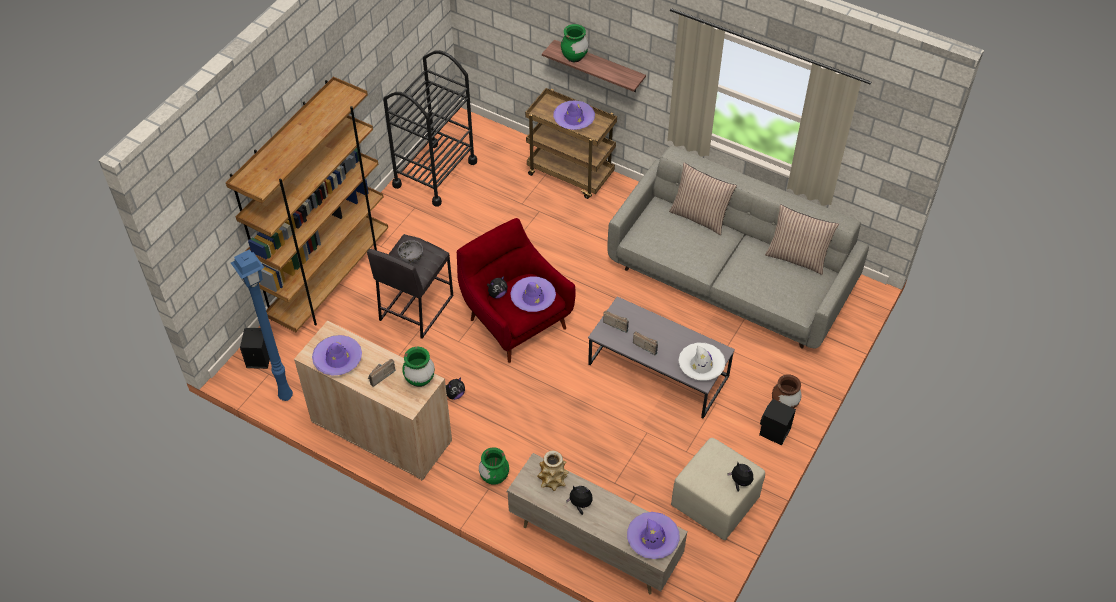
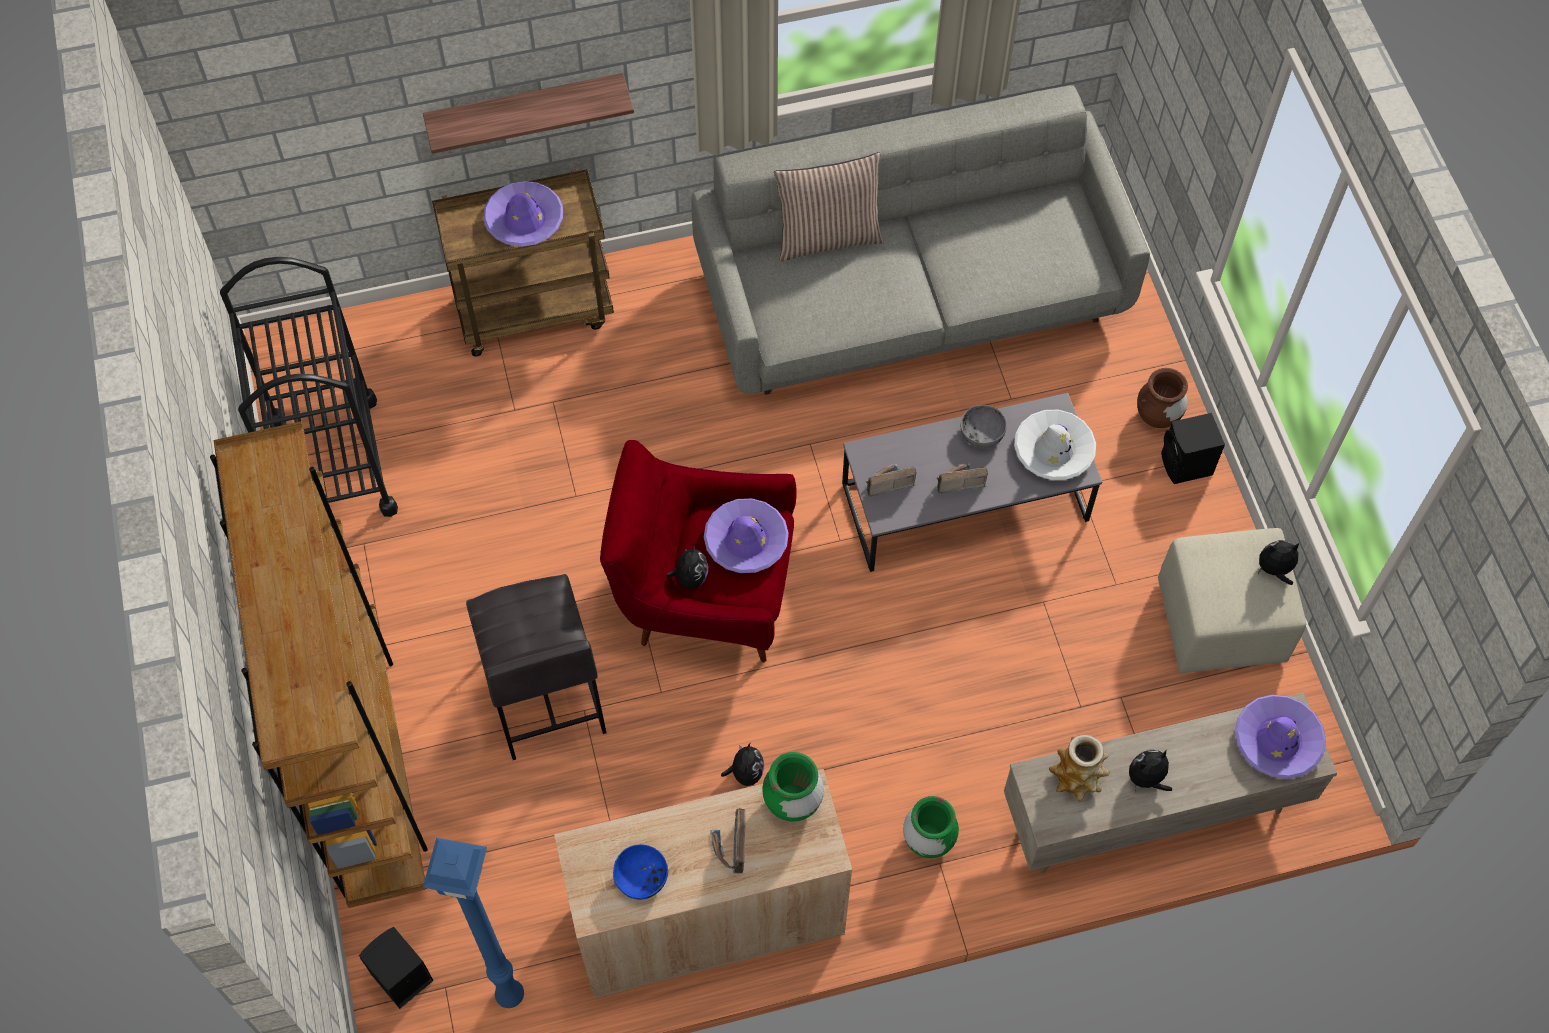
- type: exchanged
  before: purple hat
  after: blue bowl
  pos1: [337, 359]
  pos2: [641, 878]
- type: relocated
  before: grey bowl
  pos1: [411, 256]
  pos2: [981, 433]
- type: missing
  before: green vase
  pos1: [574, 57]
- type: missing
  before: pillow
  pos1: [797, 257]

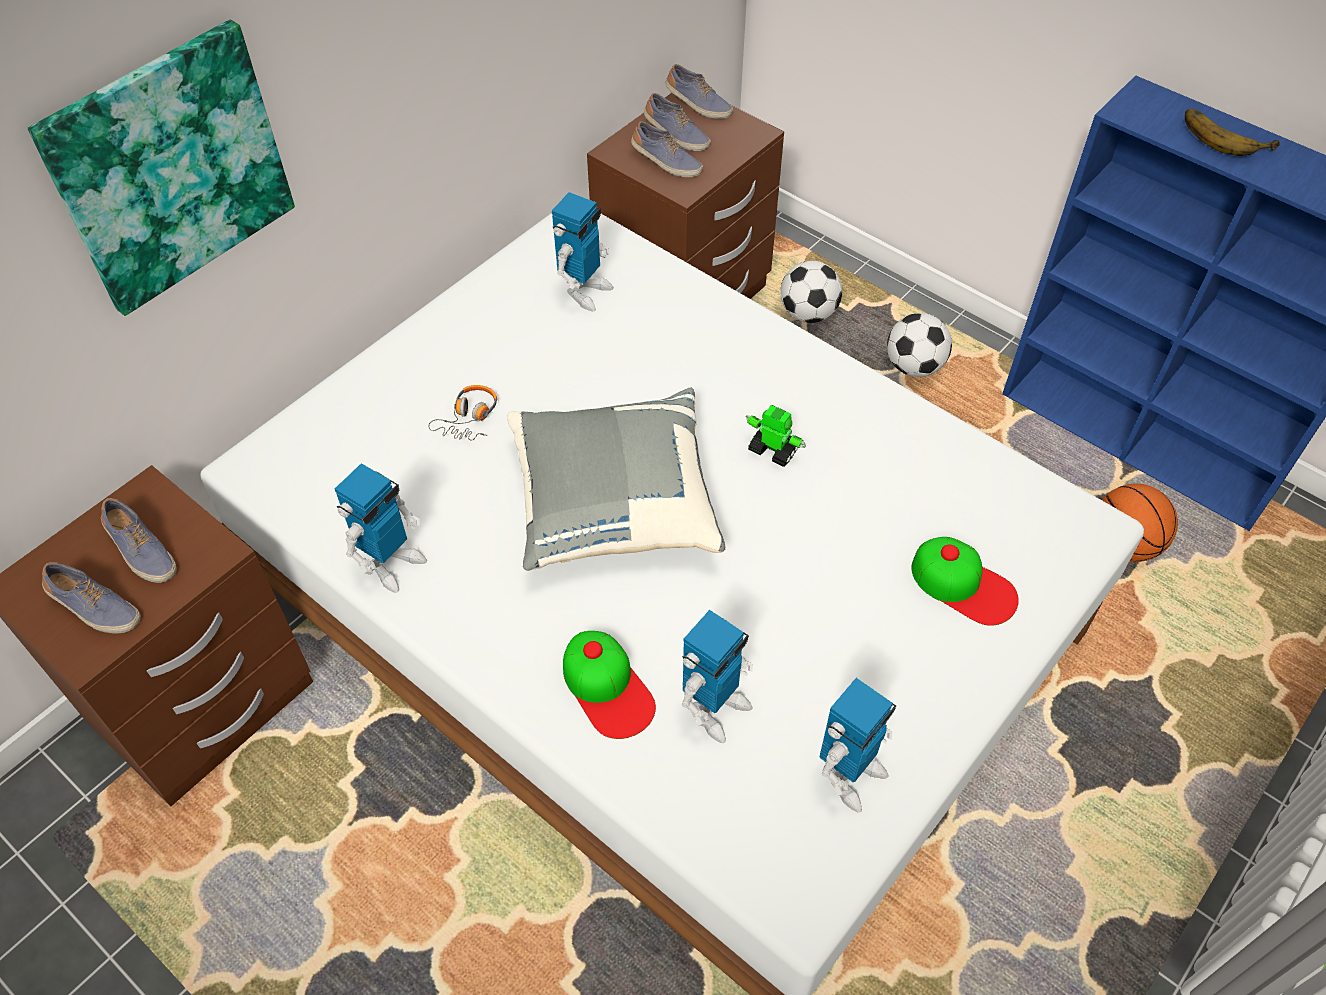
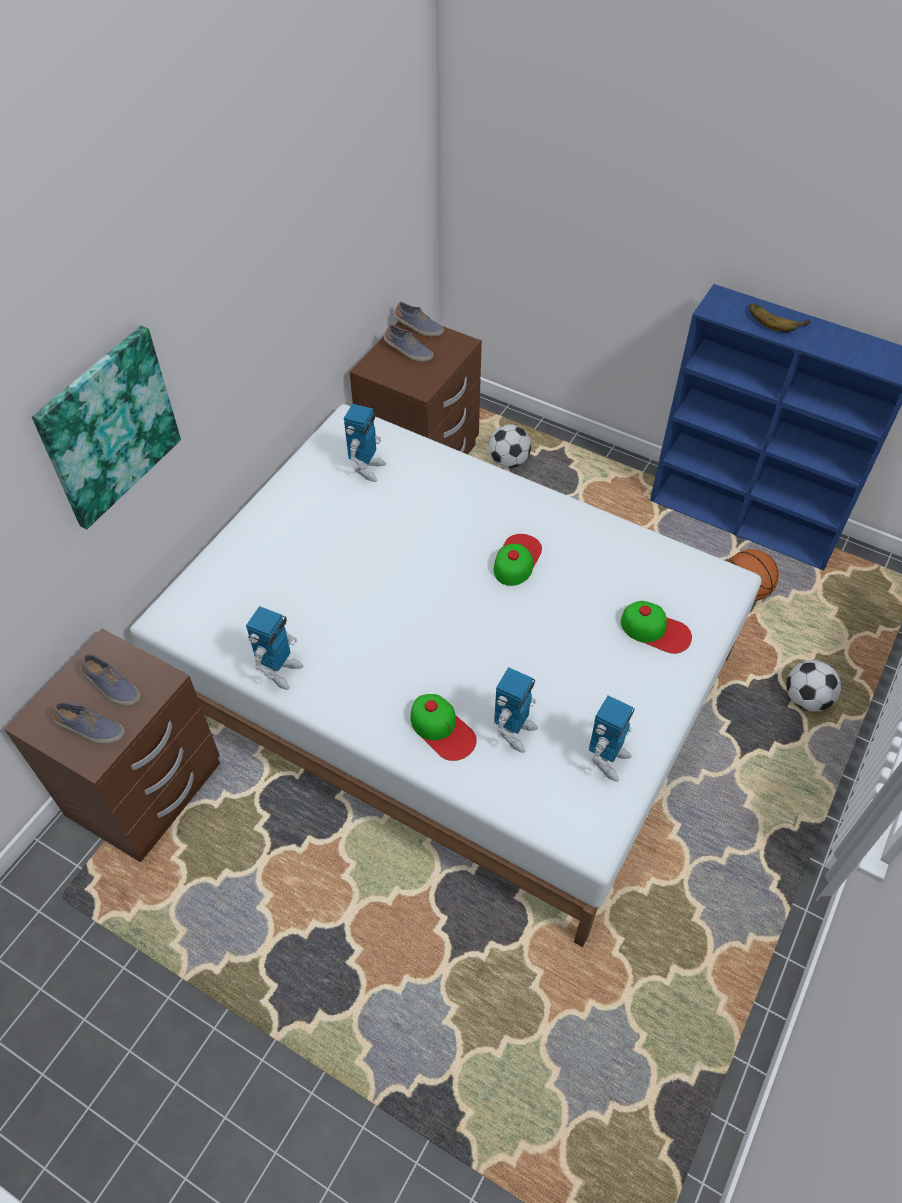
- type: exchanged
  before: toy robot
  after: cap
  pos1: [773, 449]
  pos2: [516, 559]
- type: relocated
  before: football
  pos1: [914, 366]
  pos2: [806, 699]
- type: missing
  before: headphones
  pos1: [469, 418]
- type: missing
  before: grey pillow
  pos1: [613, 502]
- type: missing
  before: shoe
  pos1: [666, 162]

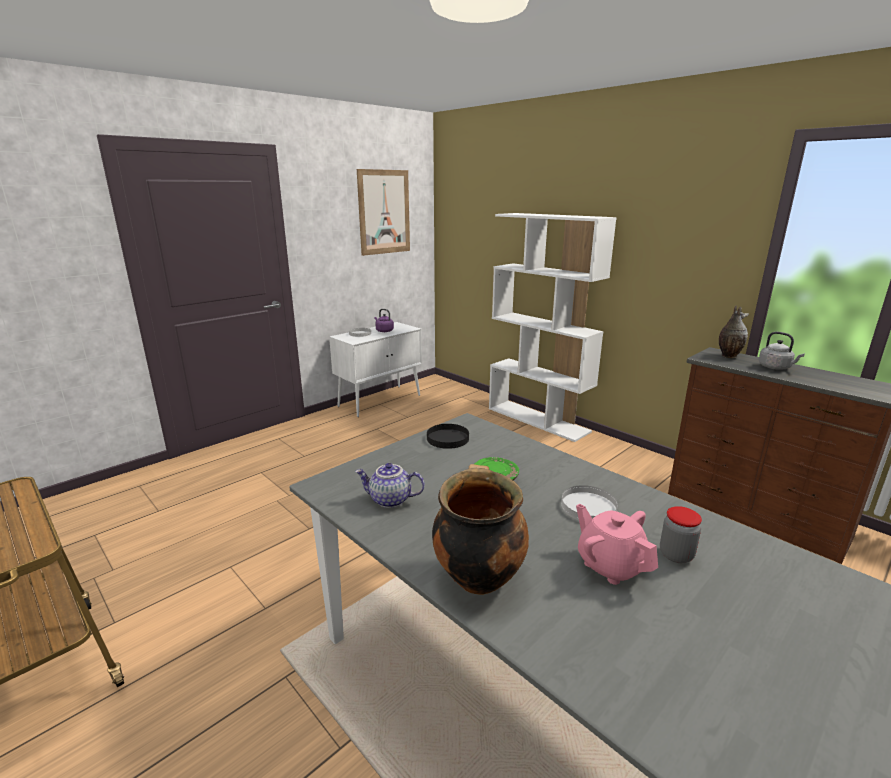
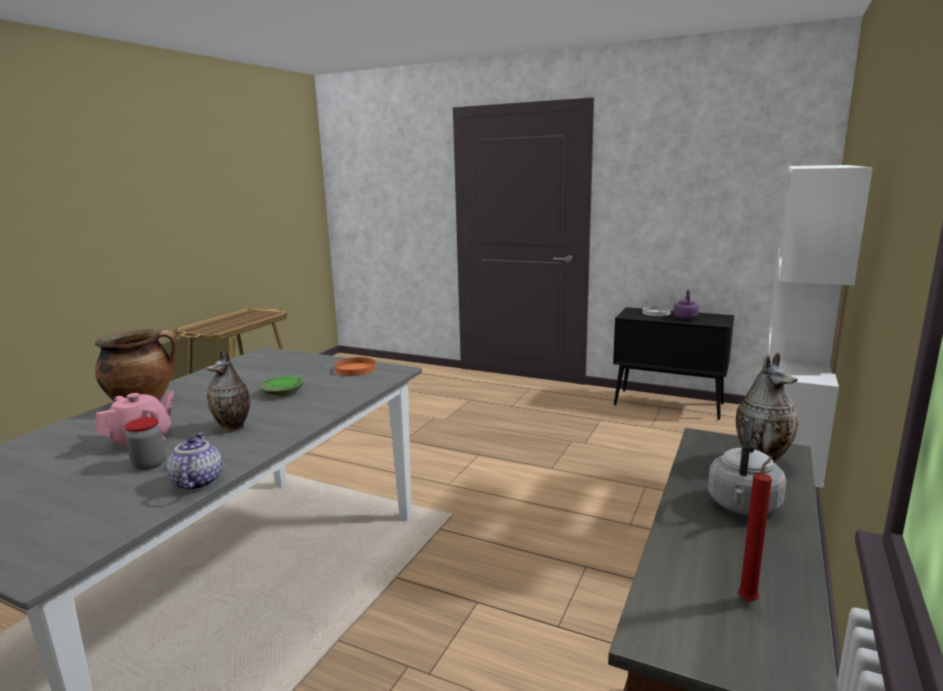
- type: relocated
  before: teapot
  pos1: [390, 500]
  pos2: [196, 482]
- type: exchanged
  before: white plate
  after: vase
  pos1: [588, 506]
  pos2: [234, 427]
- type: colour
  before: black plate
  after: orange plate
  pos1: [448, 438]
  pos2: [355, 369]
- type: colour
  before: white cabinet
  after: black cabinet
  pos1: [380, 400]
  pos2: [669, 404]
- type: appeared
  after: red candle
  pos2: [749, 600]
- type: missing
  before: picture
  pos1: [384, 212]

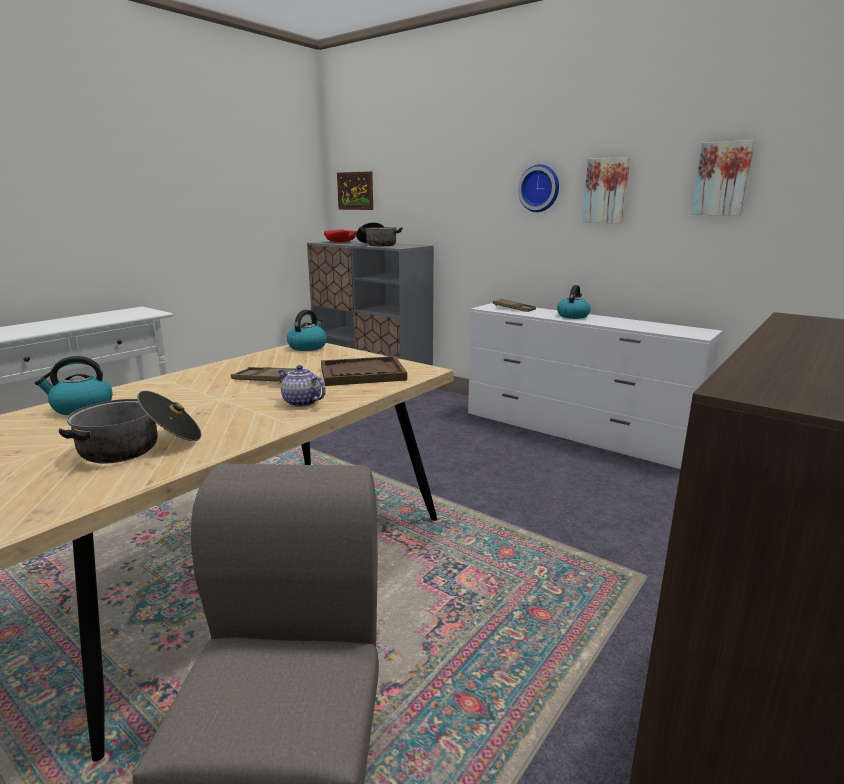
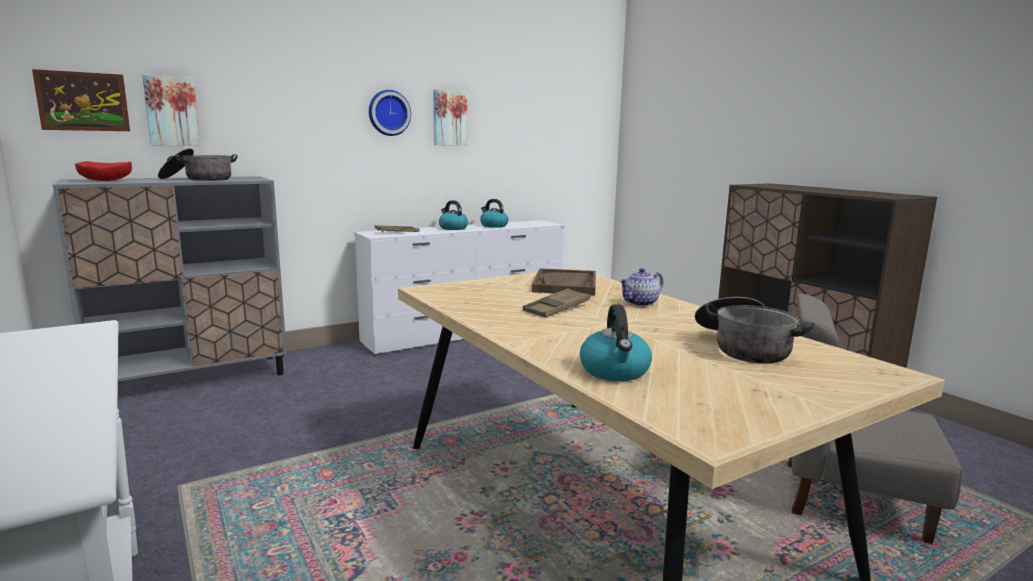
- type: relocated
  before: picture
  pos1: [722, 179]
  pos2: [172, 111]
- type: relocated
  before: kettle
  pos1: [308, 347]
  pos2: [493, 225]

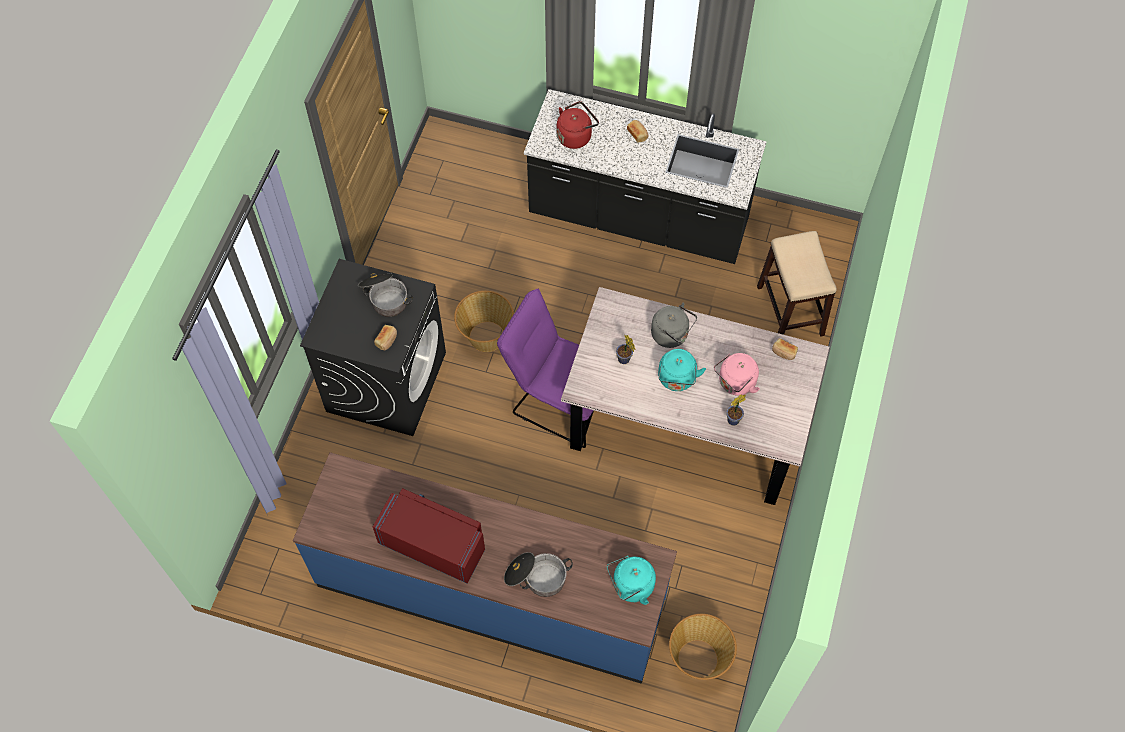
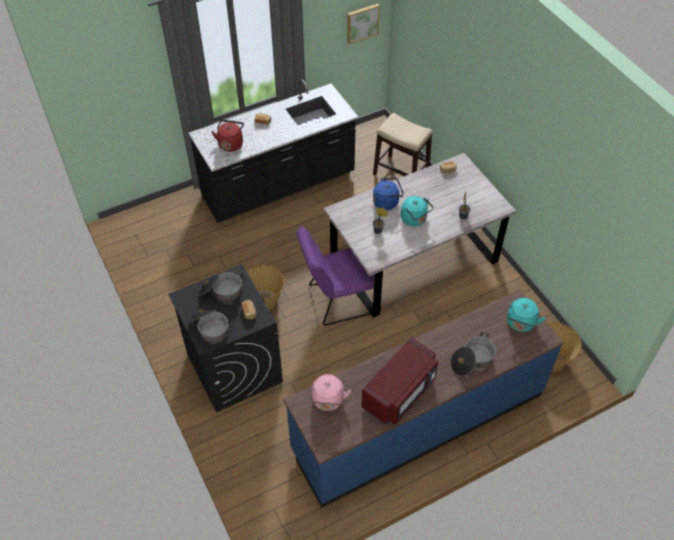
- type: appeared
  after: cooking pot
  pos2: [210, 328]
- type: relocated
  before: pink kettle
  pos1: [735, 383]
  pos2: [328, 401]
- type: appeared
  after: picture
  pos2: [362, 23]
- type: spun
  before: red microwave
  pos1: [433, 544]
  pos2: [400, 392]
  turn: 150
- type: colour
  before: grey kettle
  after: blue kettle
  pos1: [672, 335]
  pos2: [387, 202]

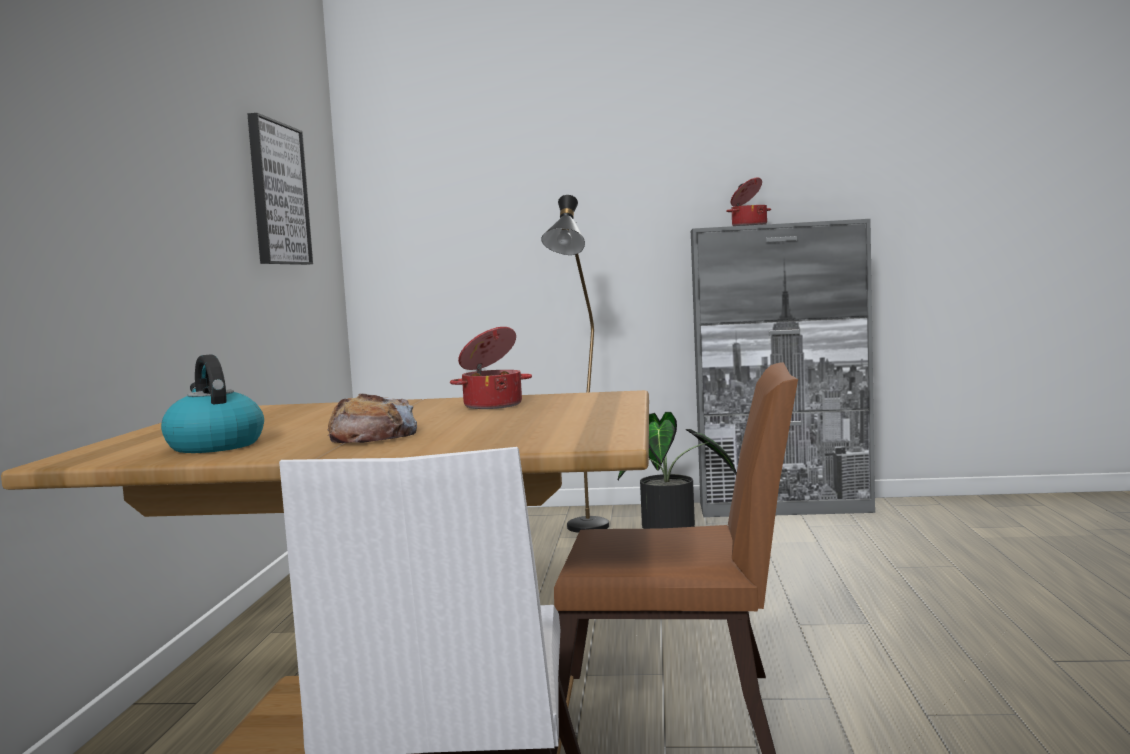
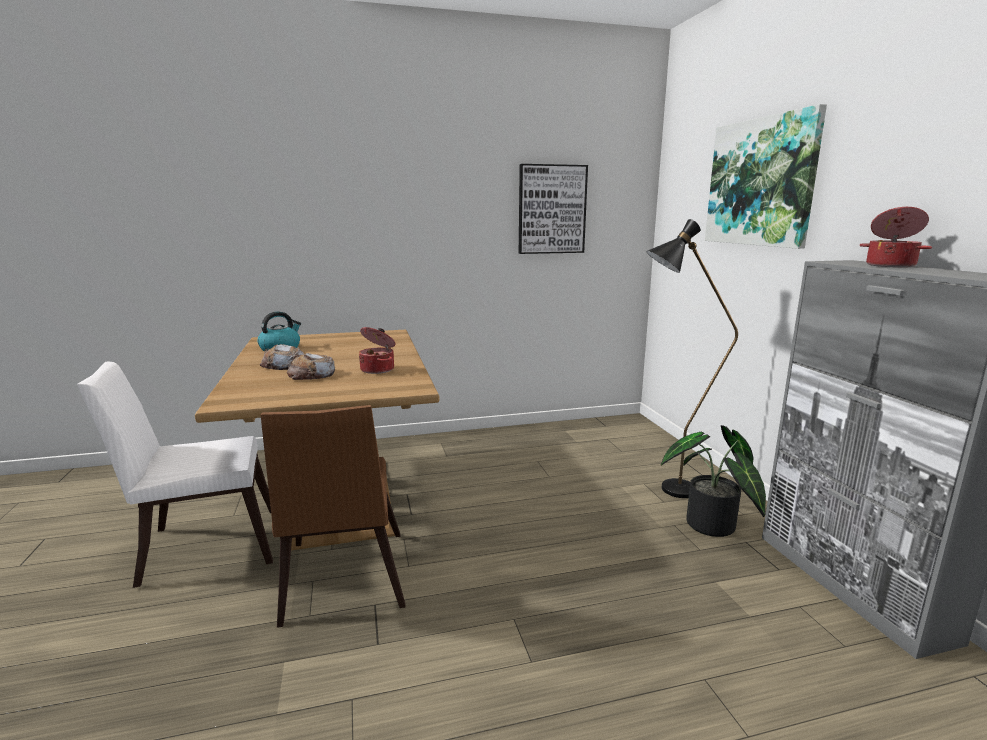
- type: appeared
  after: bread
  pos2: [312, 374]
- type: appeared
  after: picture
  pos2: [760, 182]

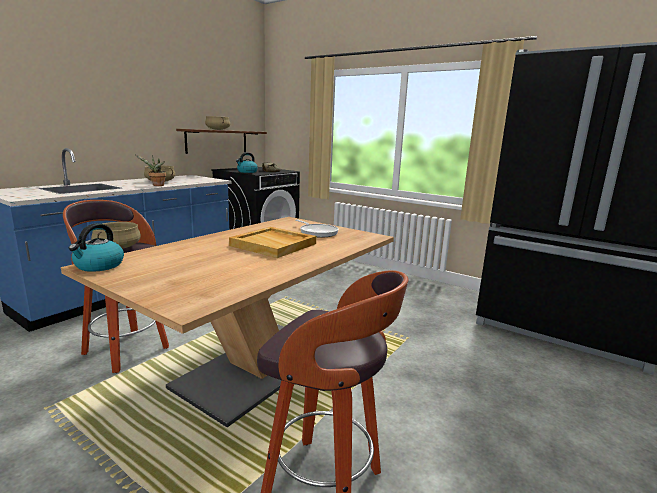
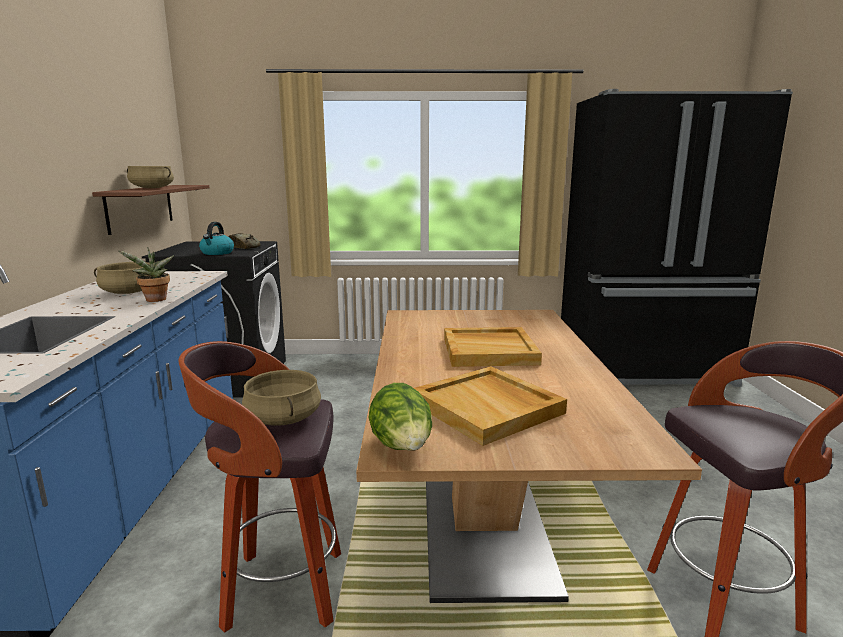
- type: exchanged
  before: kettle
  after: lettuce
  pos1: [99, 266]
  pos2: [402, 448]
- type: appeared
  after: beige tray
  pos2: [488, 408]
- type: missing
  before: frying pan
  pos1: [317, 232]

